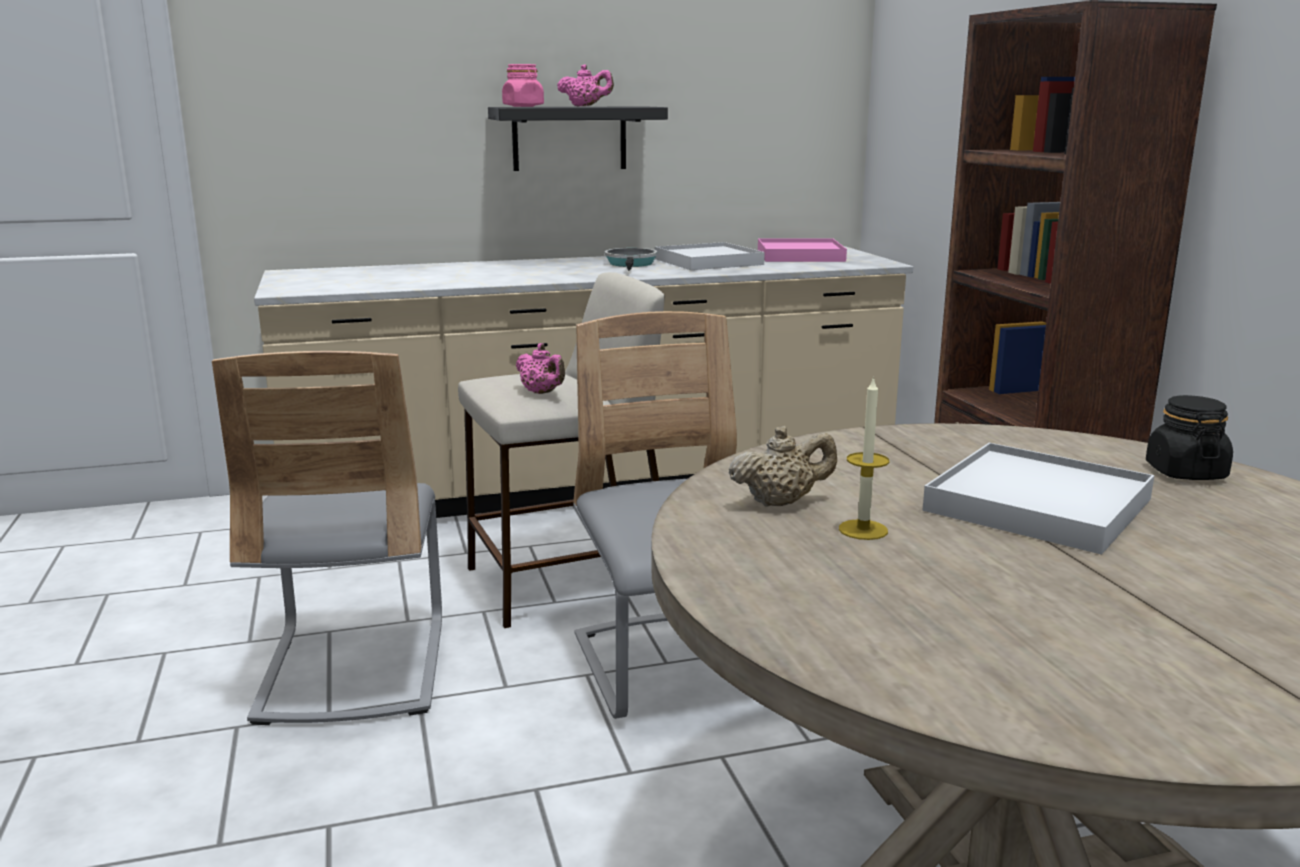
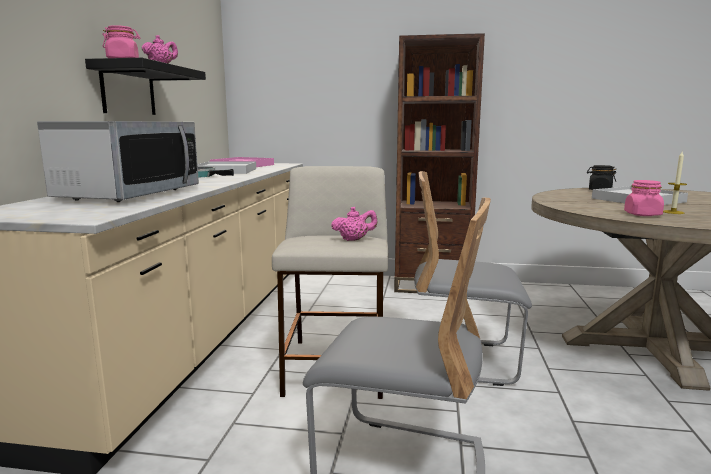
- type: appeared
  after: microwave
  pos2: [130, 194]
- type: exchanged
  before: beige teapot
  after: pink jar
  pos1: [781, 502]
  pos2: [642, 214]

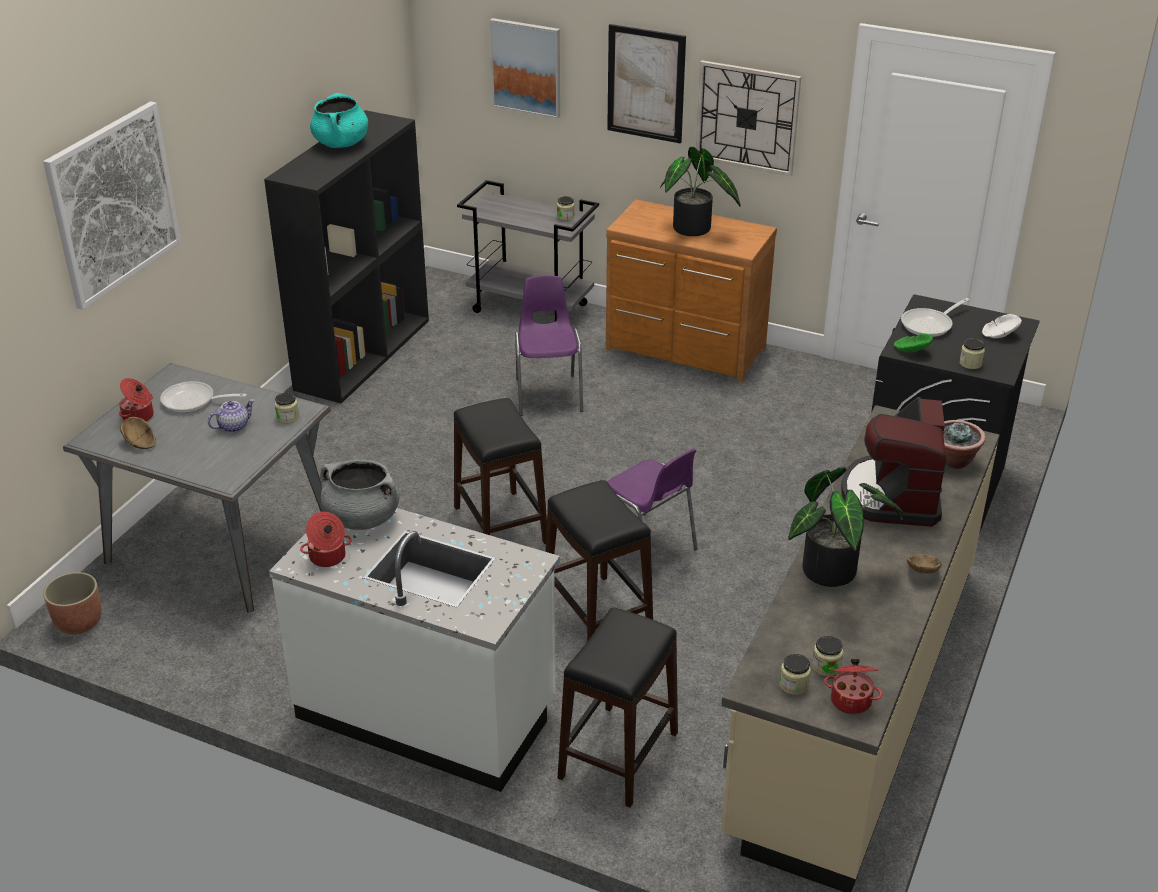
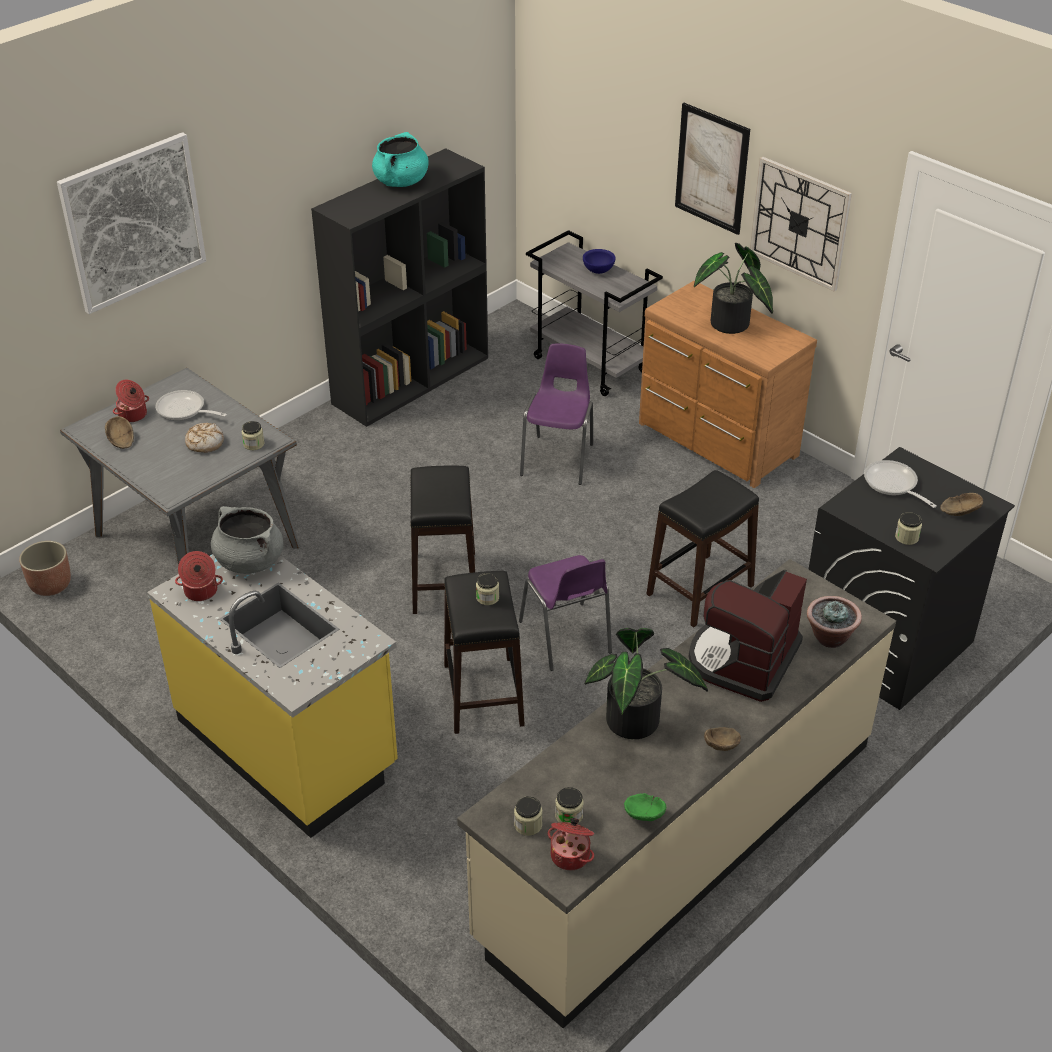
- type: colour
  before: white counter
  after: yellow counter
  pos1: [427, 710]
  pos2: [288, 744]
- type: exchanged
  before: teapot
  after: bread
  pos1: [234, 426]
  pos2: [204, 442]
- type: relocated
  before: jar
  pos1: [565, 216]
  pos2: [487, 597]
- type: appeared
  after: blue bowl
  pos2: [598, 271]
- type: relocated
  before: green bowl
  pos1: [911, 350]
  pos2: [643, 814]
- type: relocated
  before: black stool
  pos1: [617, 755]
  pos2: [699, 590]
- type: spun
  before: frying pan
  pos1: [930, 325]
  pos2: [893, 485]
  turn: 75
- type: colour
  before: white bowl
  after: brown bowl
  pos1: [998, 334]
  pos2: [959, 511]
- type: missing
  before: picture
  pos1: [526, 67]

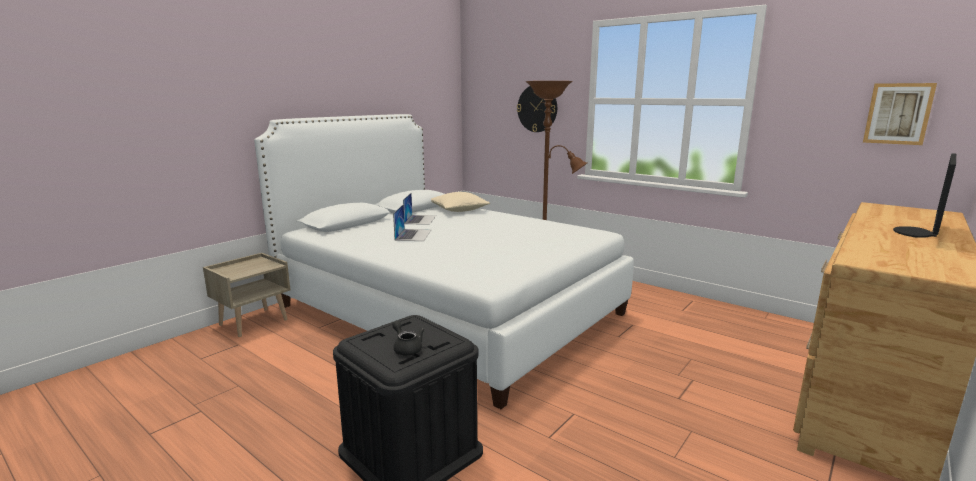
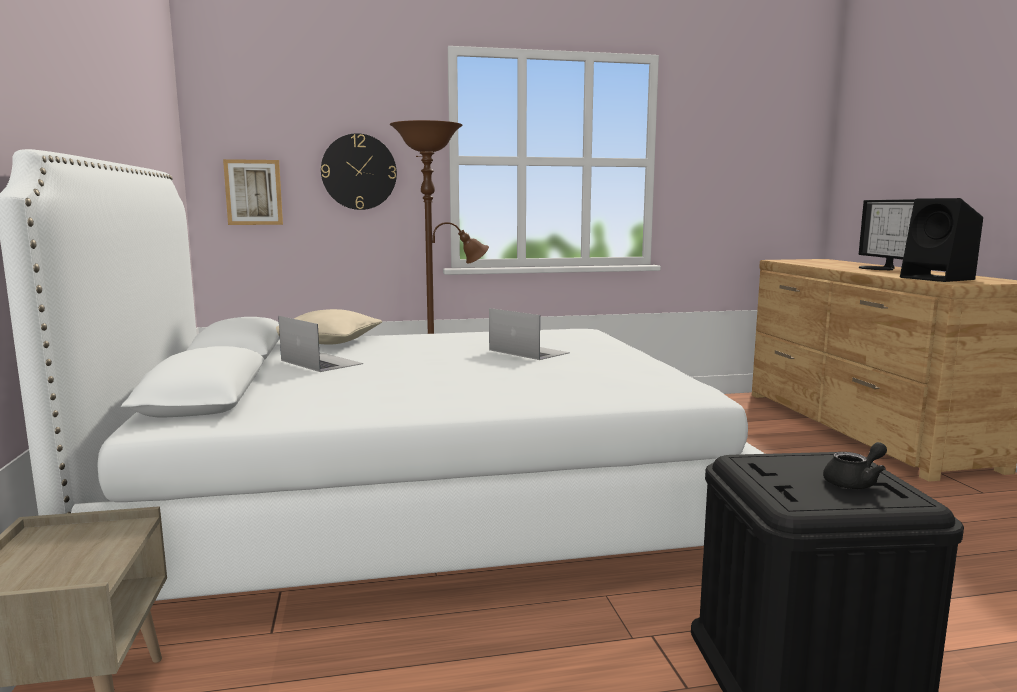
- type: relocated
  before: picture
  pos1: [898, 113]
  pos2: [254, 192]
- type: relocated
  before: laptop
  pos1: [413, 235]
  pos2: [528, 351]
- type: spun
  before: black teapot
  pos1: [406, 348]
  pos2: [855, 482]
  turn: 150
- type: appeared
  after: black speaker
  pos2: [939, 278]

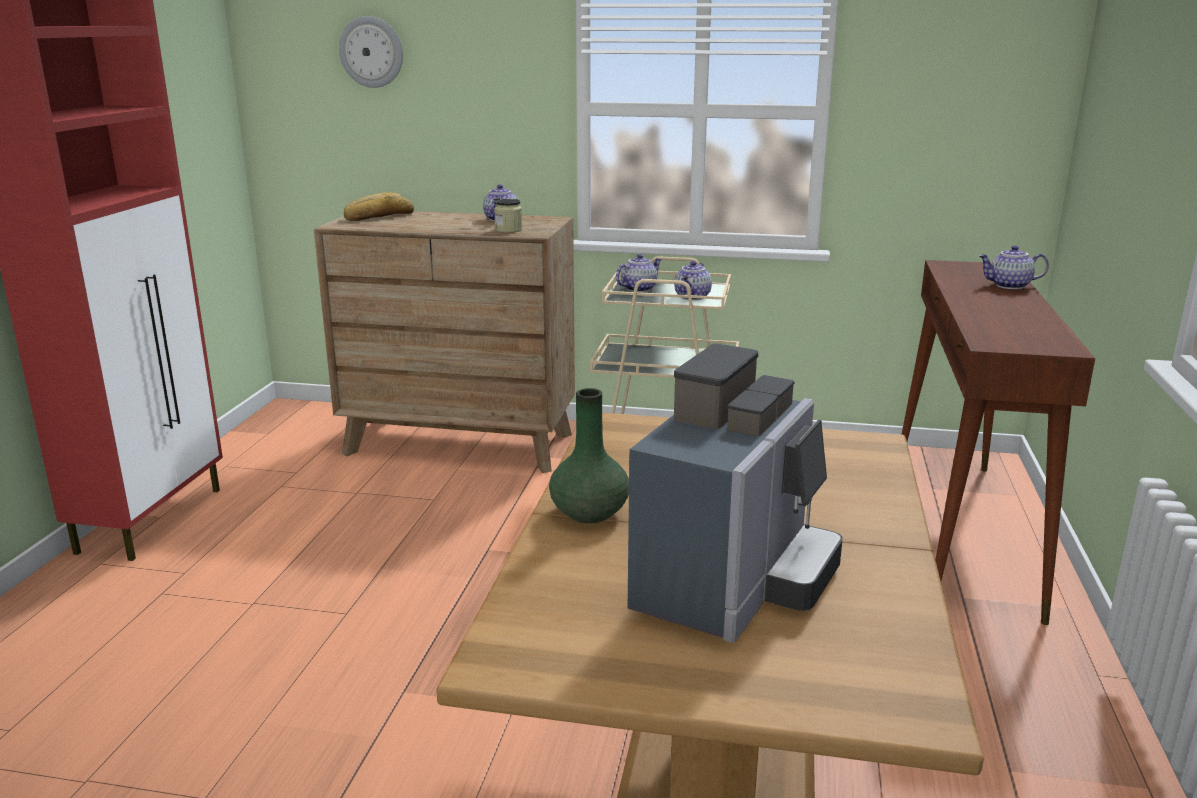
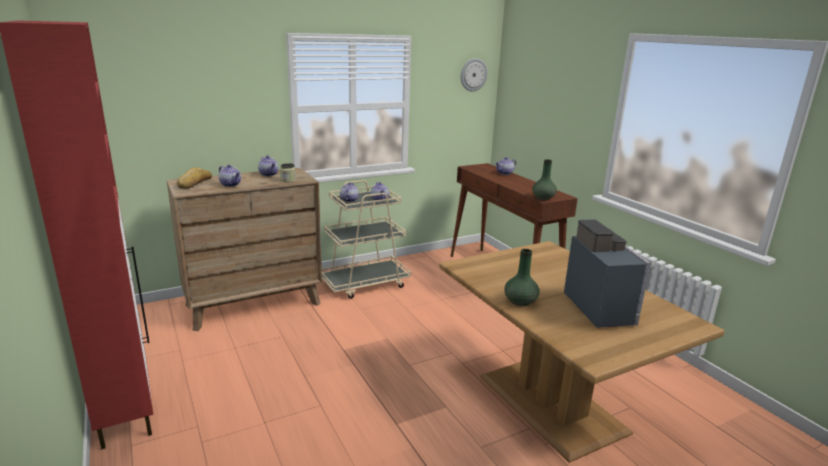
- type: appeared
  after: teapot
  pos2: [231, 185]
- type: relocated
  before: wall clock
  pos1: [371, 52]
  pos2: [473, 74]
- type: appeared
  after: green vase
  pos2: [543, 198]

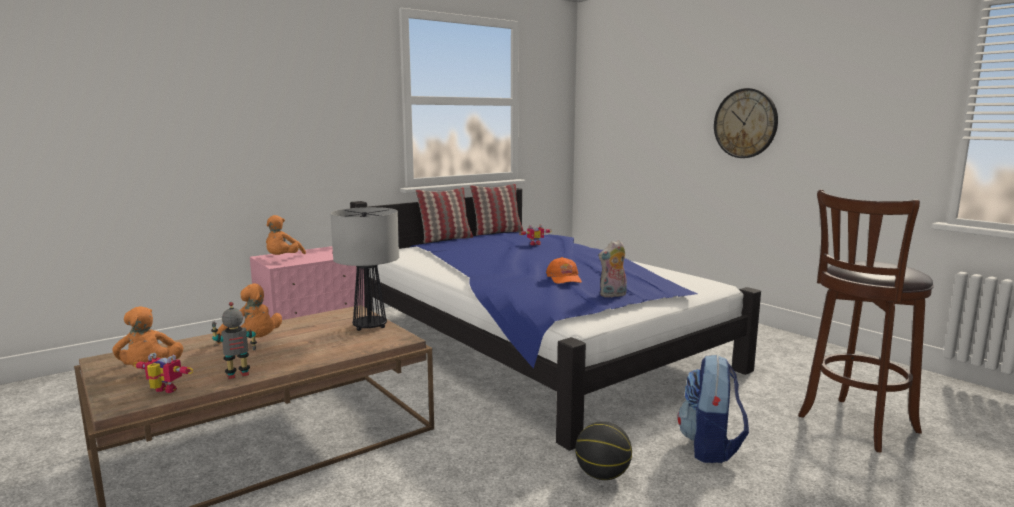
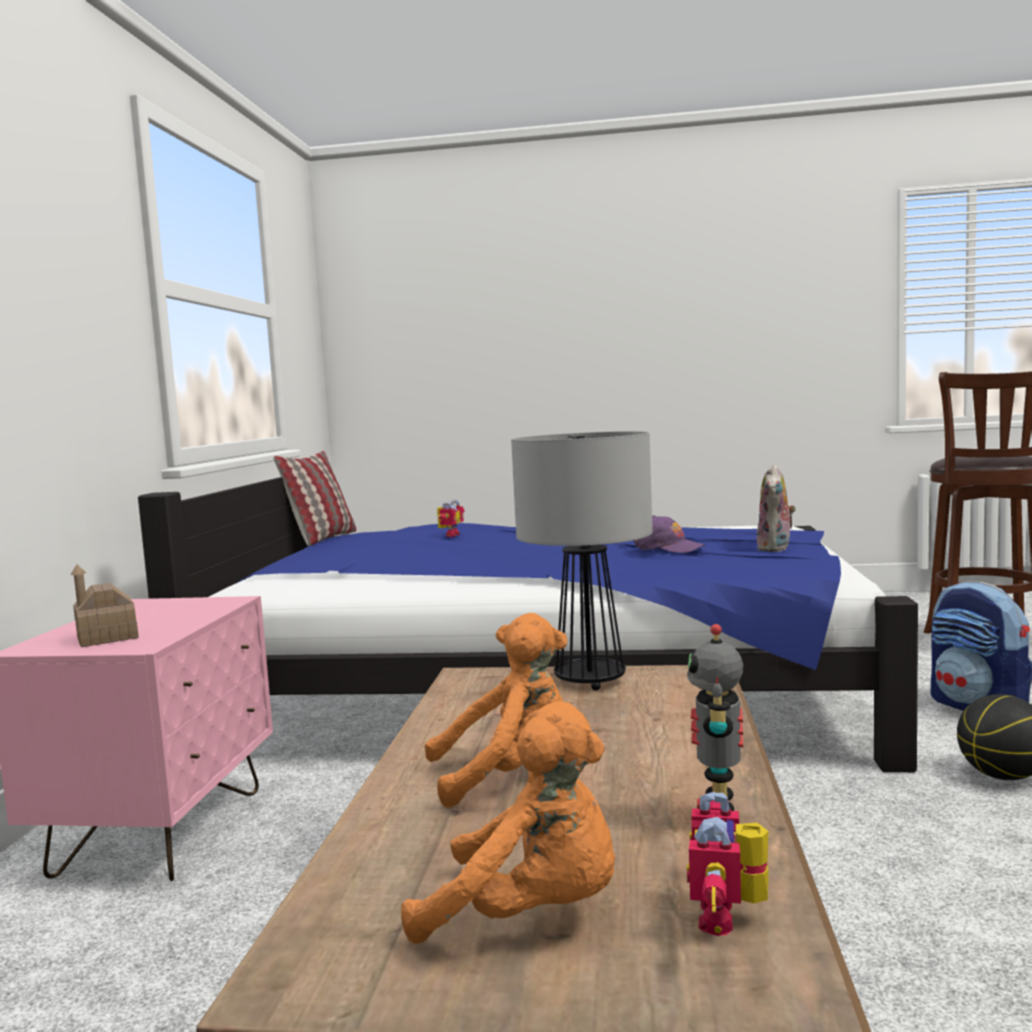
- type: exchanged
  before: orange plush toy
  after: toy house
  pos1: [283, 259]
  pos2: [107, 637]
- type: colour
  before: orange cap
  after: purple cap
  pos1: [564, 278]
  pos2: [667, 548]
- type: spun
  before: toy robot
  pos1: [162, 392]
  pos2: [729, 918]
  turn: -45
- type: missing
  before: pillow
  pos1: [445, 239]
- type: missing
  before: wall clock
  pos1: [745, 123]

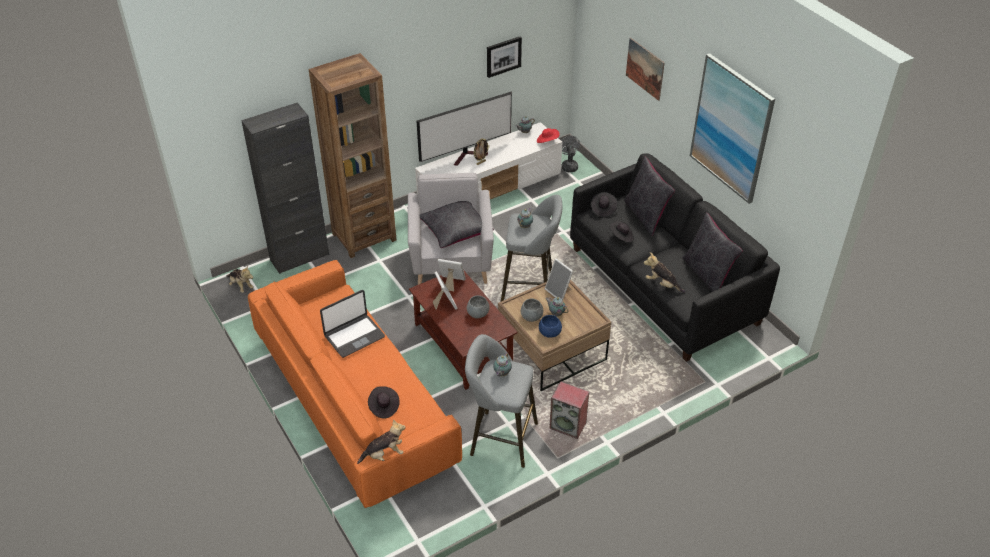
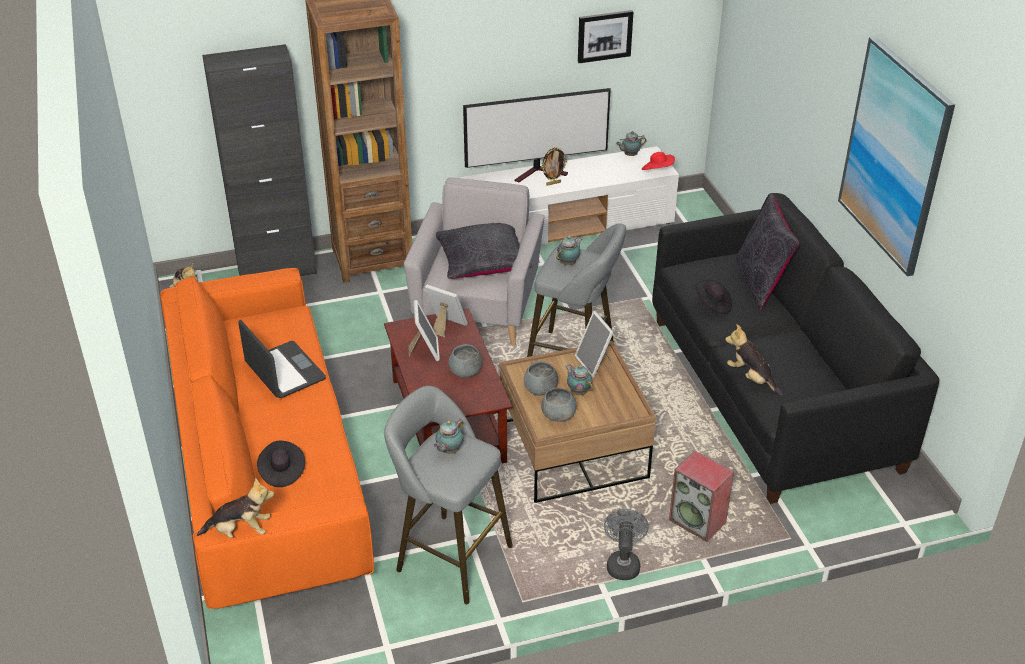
- type: spun
  before: laptop
  pos1: [354, 336]
  pos2: [284, 371]
  turn: -105
- type: colour
  before: blue bowl
  after: grey bowl
  pos1: [549, 333]
  pos2: [558, 415]
- type: relocated
  before: grey fan
  pos1: [568, 165]
  pos2: [623, 563]
- type: relocated
  before: speaker
  pos1: [568, 425]
  pos2: [698, 521]
- type: missing
  before: black hat
  pos1: [603, 209]
- type: missing
  before: picture
  pos1: [645, 68]
- type: missing
  before: black pillow
  pos1: [707, 274]

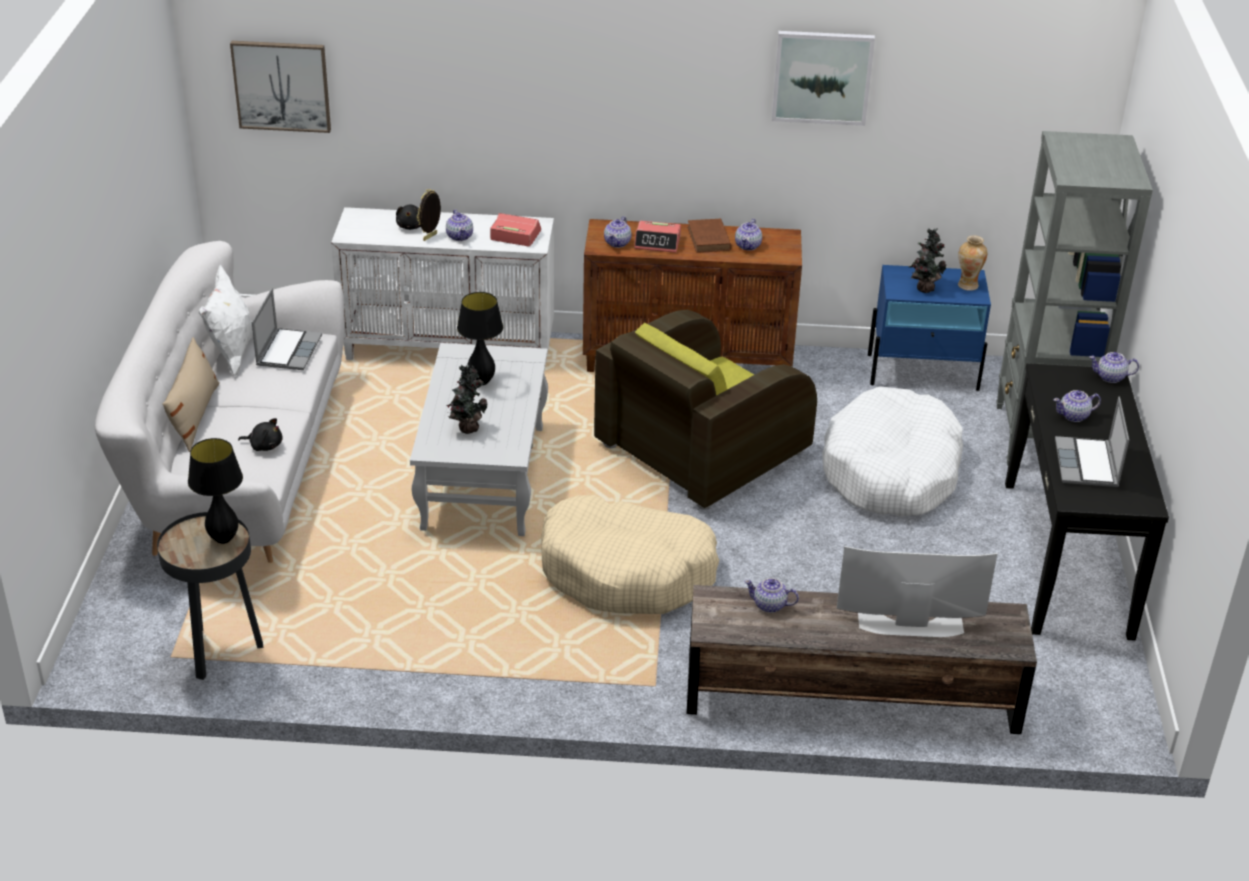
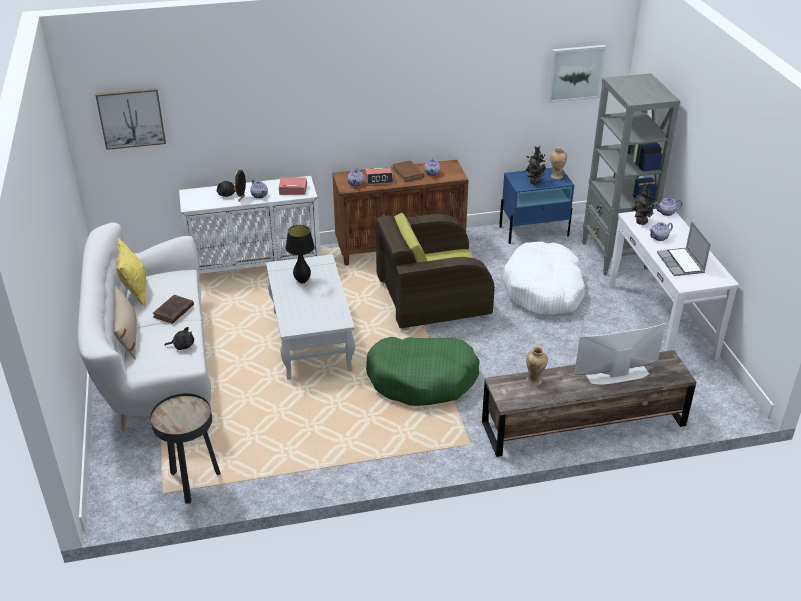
- type: colour
  before: white pillow
  after: yellow pillow
  pos1: [232, 354]
  pos2: [135, 293]
- type: appeared
  after: brown book
  pos2: [173, 312]
- type: colour
  before: beige dog bed
  after: green dog bed
  pos1: [627, 572]
  pos2: [422, 379]
- type: spun
  before: brown armchair
  pos1: [700, 449]
  pos2: [431, 298]
  turn: 45
- type: exchanged
  before: teapot
  after: vase
  pos1: [770, 605]
  pos2: [534, 381]
- type: relocated
  before: picture
  pos1: [822, 77]
  pos2: [575, 73]
- type: colour
  before: black console table
  after: white console table
  pos1: [1067, 558]
  pos2: [661, 320]
- type: relocated
  before: potted plant
  pos1: [467, 428]
  pos2: [640, 222]
- type: missing
  before: black table lamp
  pos1: [224, 539]
- type: missing
  before: laptop
  pos1: [288, 350]

